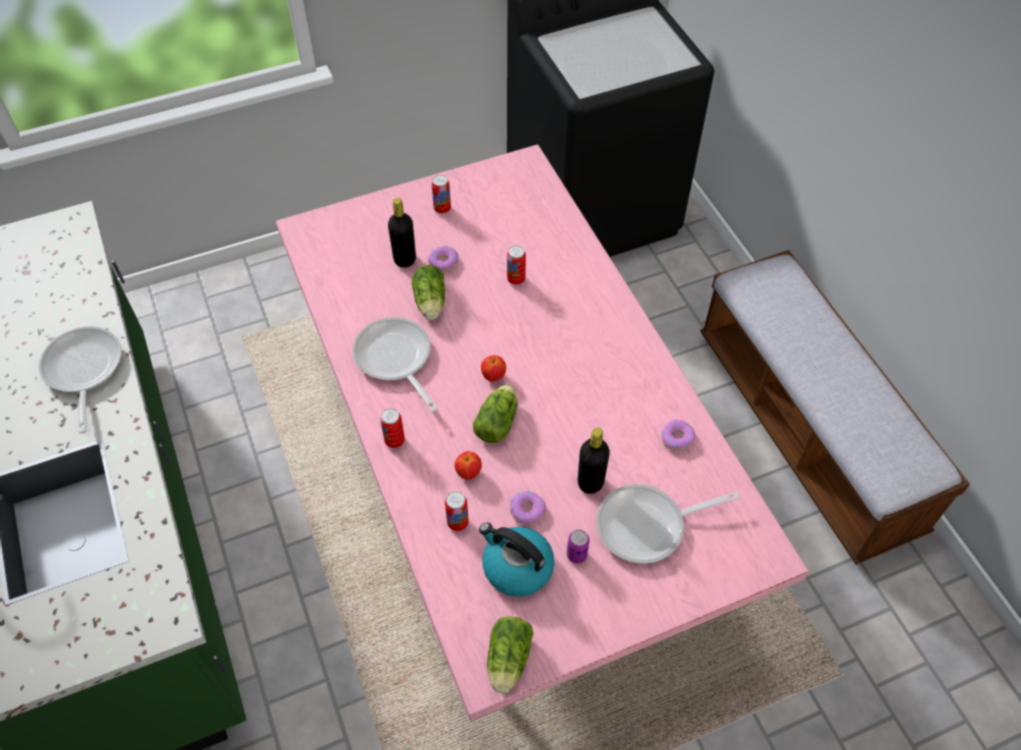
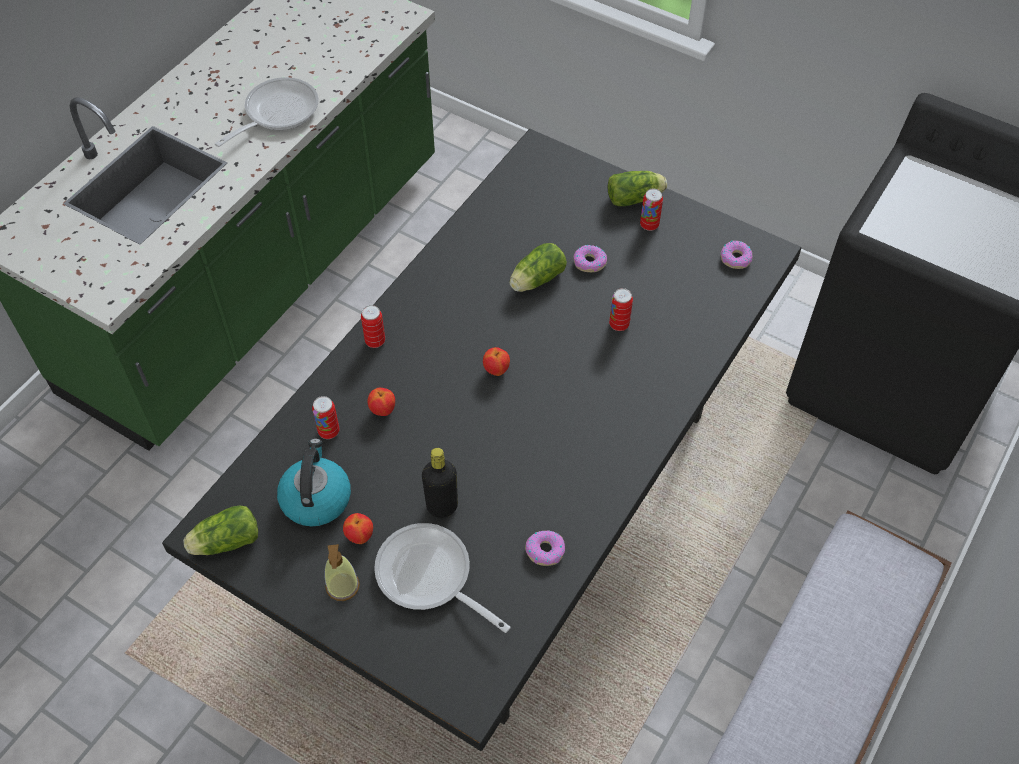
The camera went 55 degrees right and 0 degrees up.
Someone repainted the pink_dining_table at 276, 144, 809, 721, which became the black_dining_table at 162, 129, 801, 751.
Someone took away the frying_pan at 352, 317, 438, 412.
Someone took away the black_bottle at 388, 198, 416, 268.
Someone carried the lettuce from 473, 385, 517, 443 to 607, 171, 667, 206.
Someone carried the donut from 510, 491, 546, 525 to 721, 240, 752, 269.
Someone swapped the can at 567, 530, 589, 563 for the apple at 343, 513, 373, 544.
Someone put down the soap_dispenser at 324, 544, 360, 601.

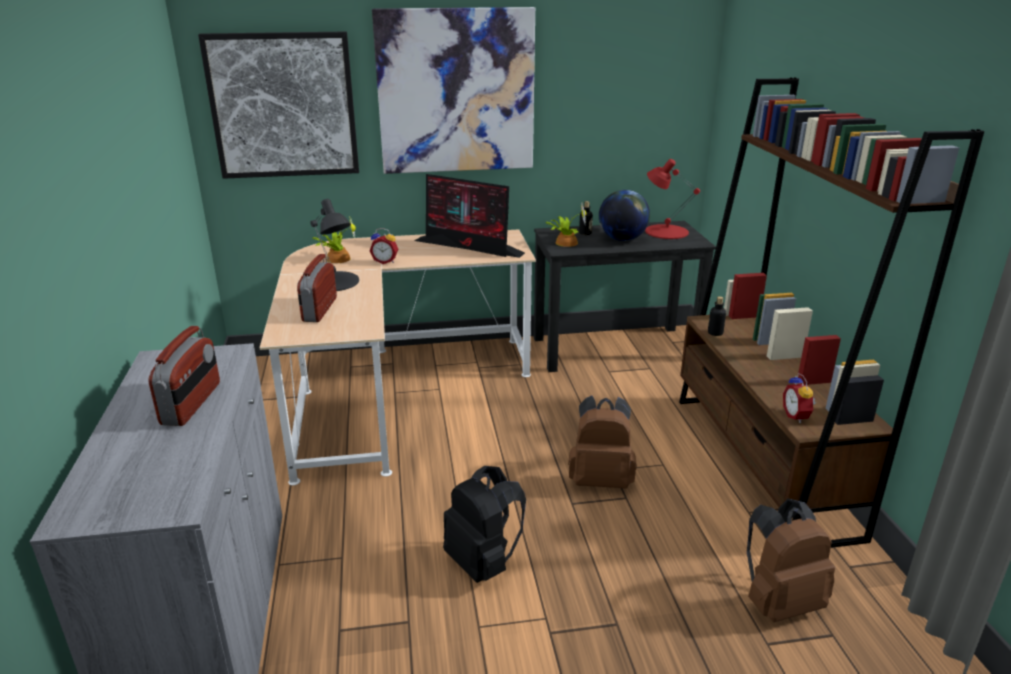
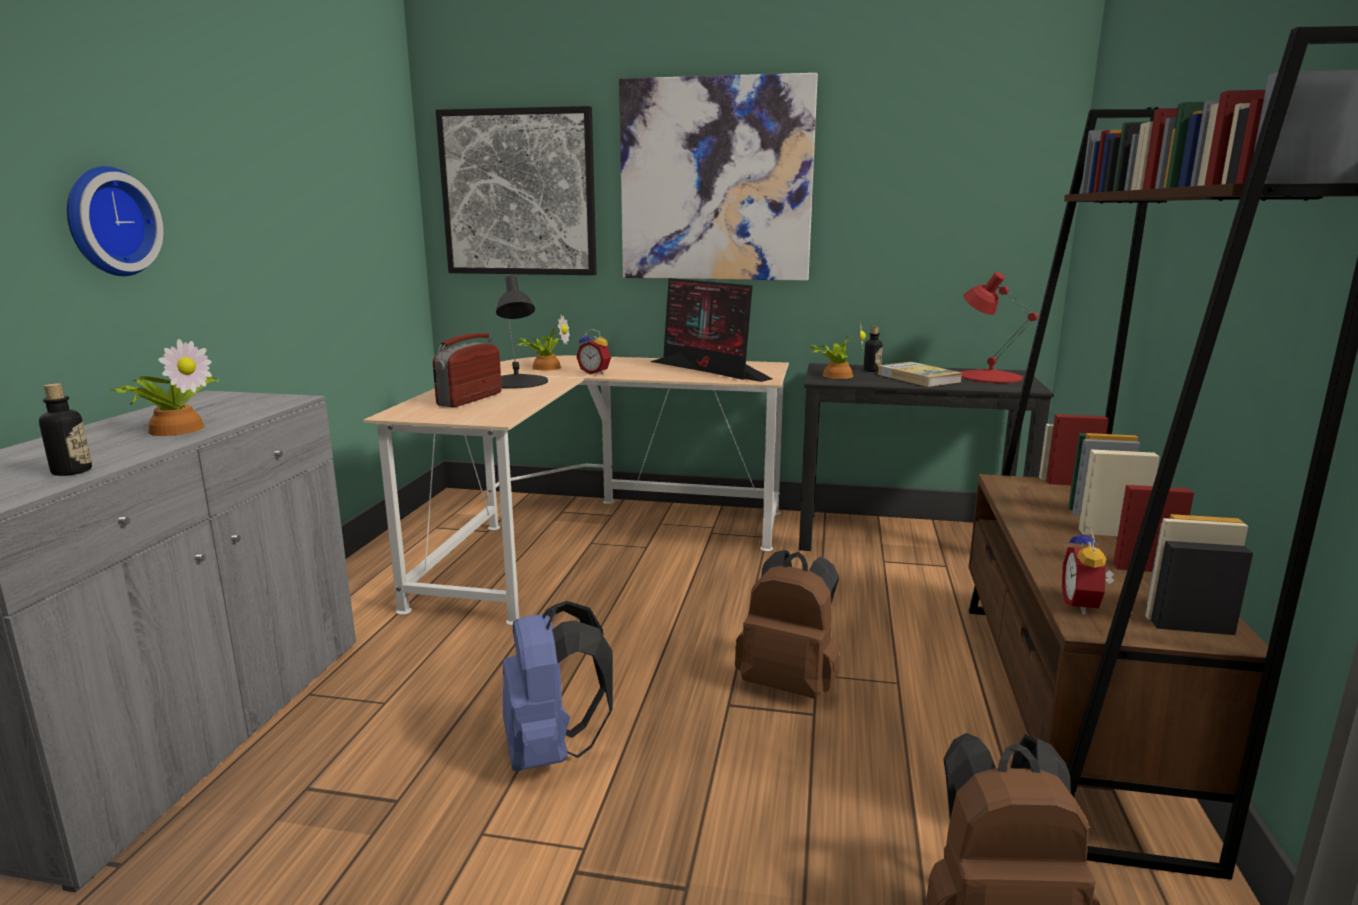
The camera went 20 degrees right and 10 degrees down.
Someone swapped the radio at 148, 326, 220, 426 for the potted_plant at 110, 339, 220, 436.
Someone repainted the black_backpack at 443, 466, 526, 583, which became the blue_backpack at 502, 601, 613, 771.
Someone swapped the globe at 599, 190, 650, 241 for the book at 878, 362, 962, 387.
Someone carried the bottle from 708, 296, 726, 336 to 39, 383, 92, 476.
Someone put up the wall_clock at 67, 166, 163, 276.

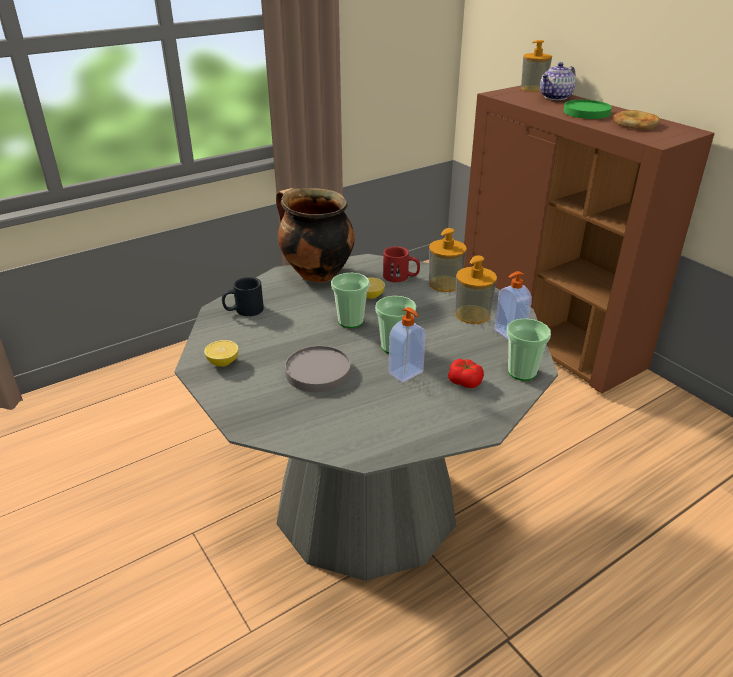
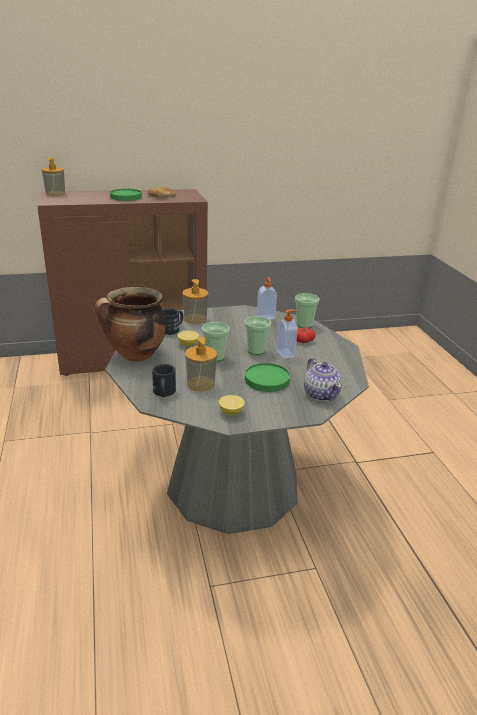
The camera went 70 degrees left and 5 degrees down.
Someone repainted the grey_plate at 285, 346, 351, 392, which became the green_plate at 245, 363, 290, 392.
Someone repainted the red_mug at 383, 246, 420, 282, which became the black_mug at 163, 308, 183, 335.
Someone carried the soap_dispenser from 455, 256, 497, 324 to 185, 337, 217, 391.
Someone carried the teapot from 540, 62, 576, 100 to 304, 358, 342, 401.

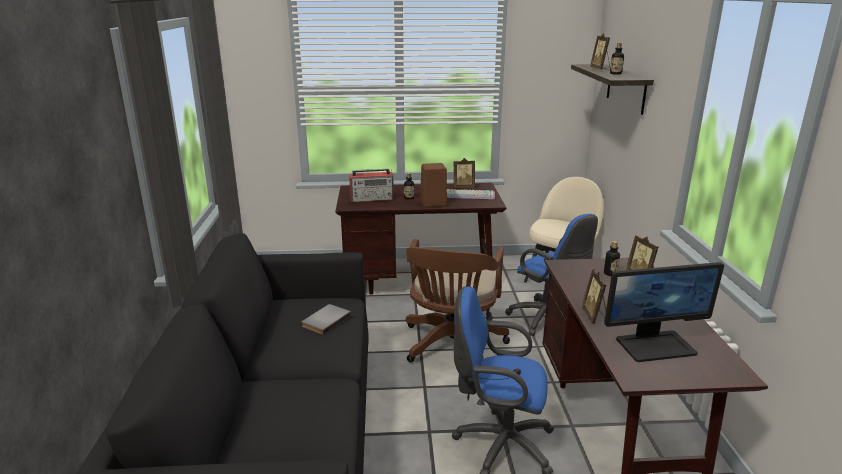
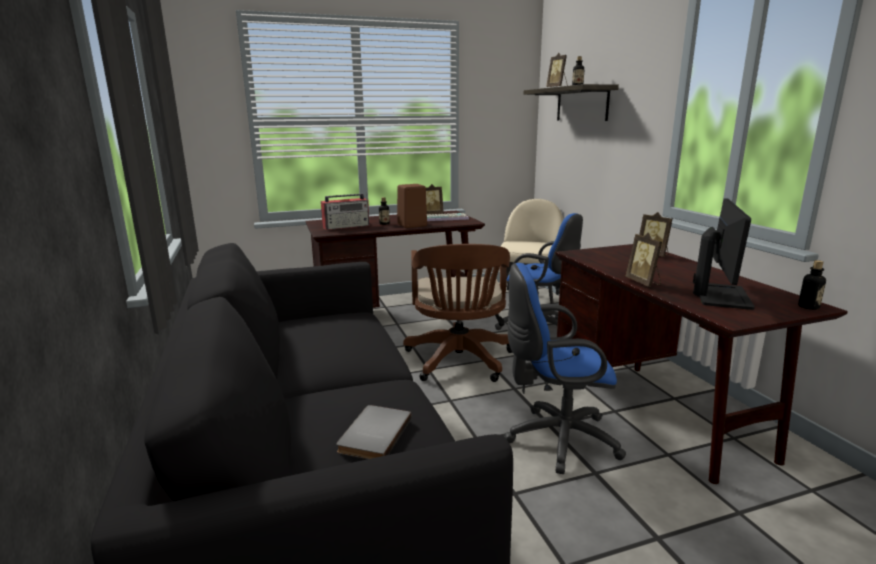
The camera went 15 degrees left and 5 degrees down.
Someone carried the grey_book from 302, 304, 351, 335 to 337, 405, 412, 459.
Someone carried the bottle from 604, 241, 620, 276 to 798, 260, 826, 310.
Someone rotated the monitor at 604, 262, 724, 362 by 45 degrees counterclockwise.

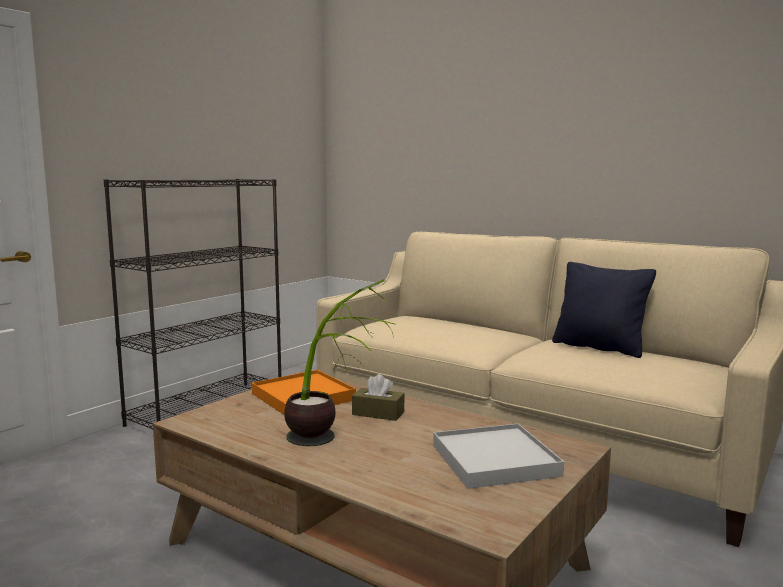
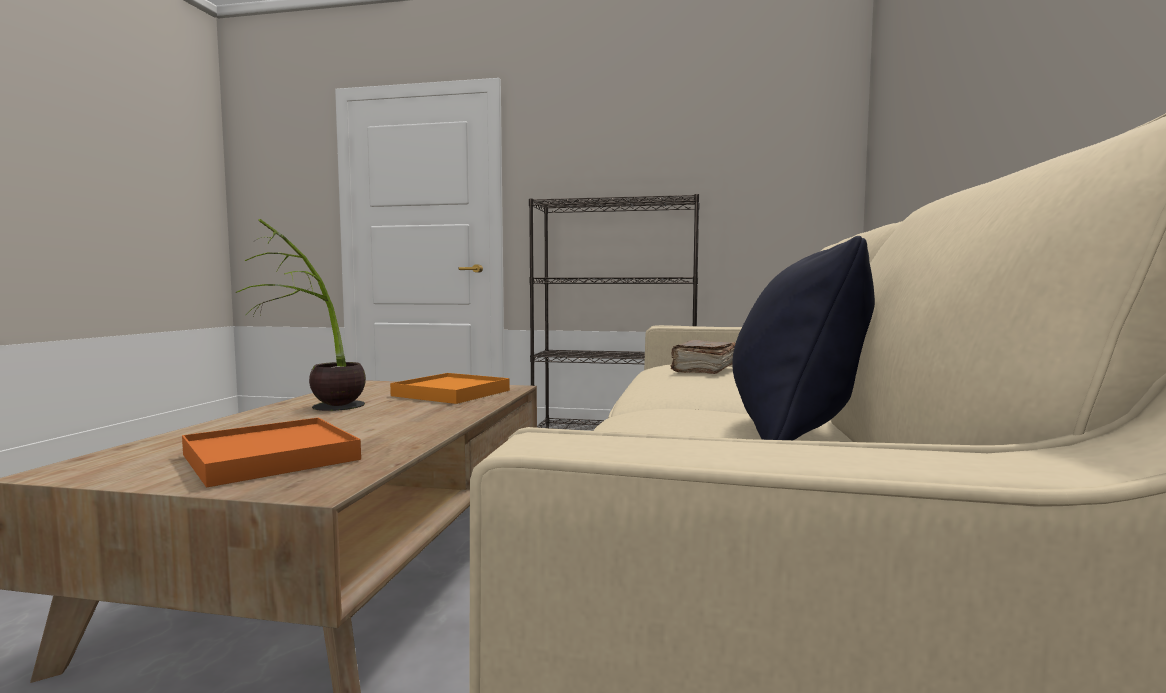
The camera went 65 degrees right and 5 degrees down.
Someone took away the brown_tissue_box at 352, 374, 404, 421.
Someone repainted the white_tray at 433, 424, 564, 489, which became the orange_tray at 182, 418, 361, 488.
Someone put down the brown_book at 671, 340, 736, 374.

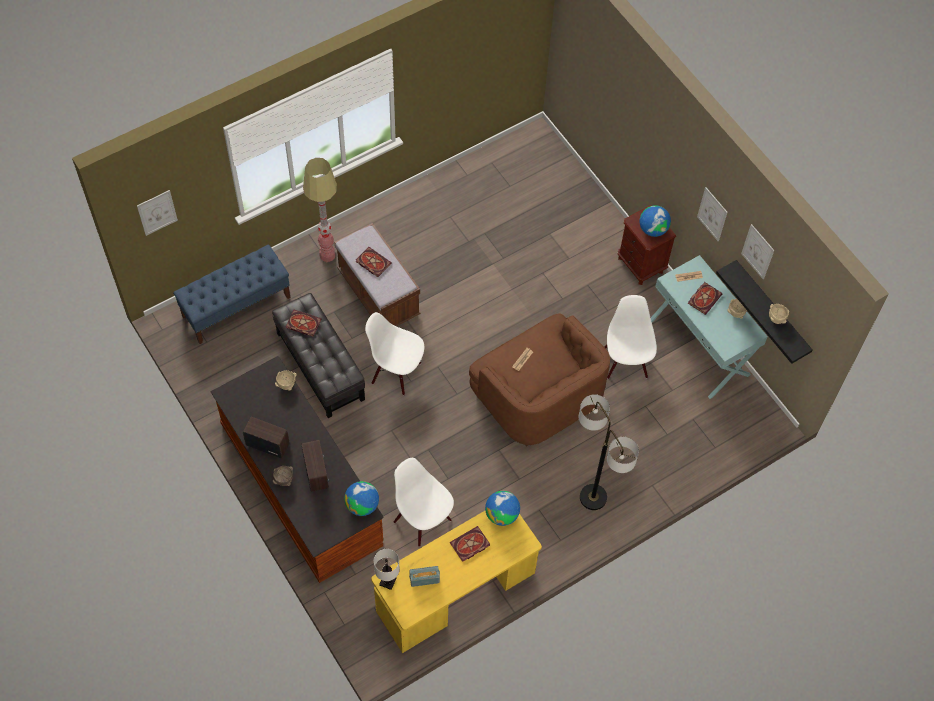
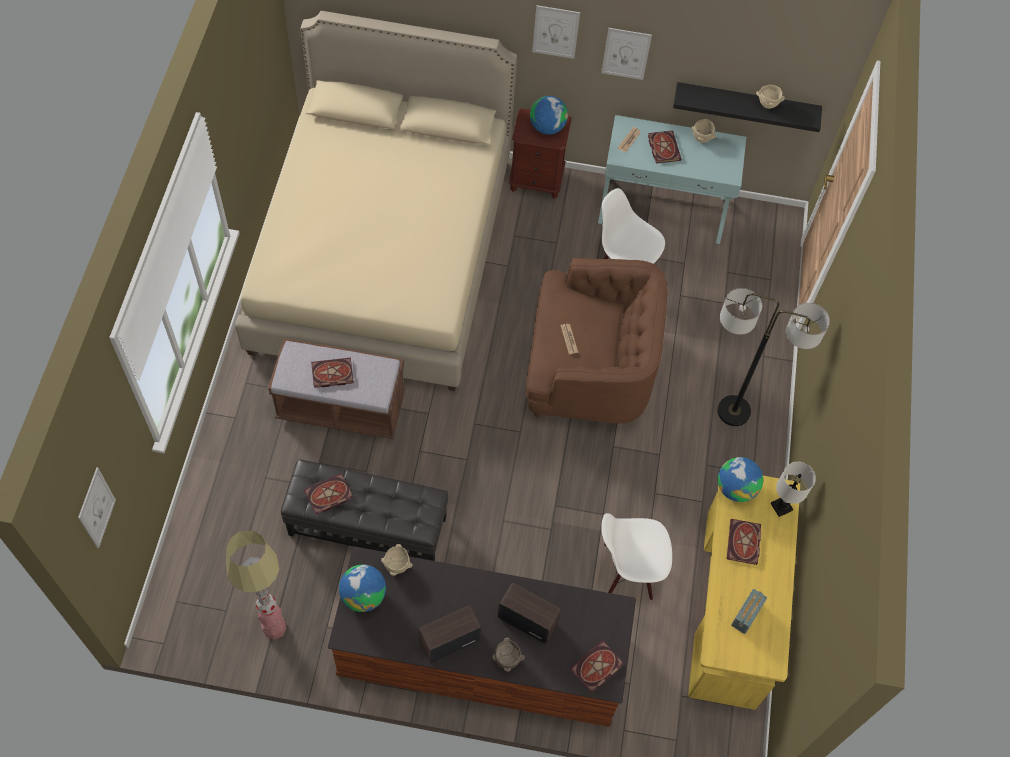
The camera went 50 degrees left and 0 degrees up.
Someone took away the blue_bench at 173, 245, 290, 344.
Someone carried the floor_lamp from 303, 158, 337, 262 to 226, 530, 286, 639.
Someone carried the globe from 344, 481, 379, 516 to 339, 565, 386, 612.
Someone took away the white_chair at 365, 312, 424, 396.
Someone carried the white_table_lamp from 374, 549, 400, 590 to 770, 462, 816, 517.
Someone carried the picture from 741, 224, 774, 279 to 532, 5, 580, 59.
Someone put down the beige_bed at 235, 11, 517, 391.
Someone put down the book at 570, 640, 624, 693.

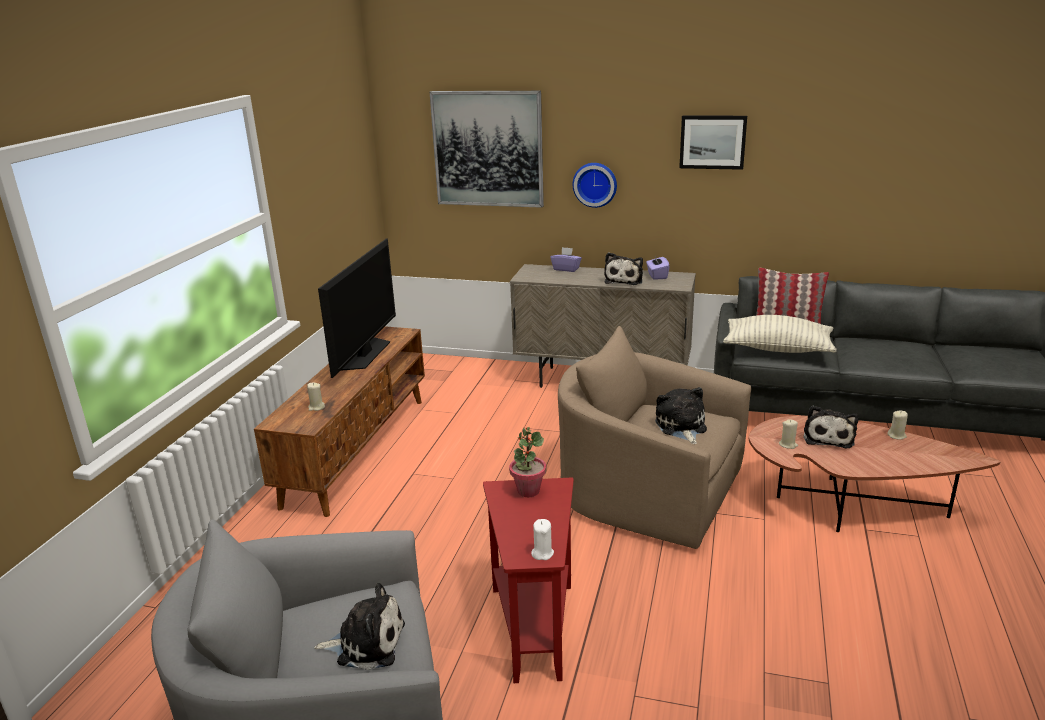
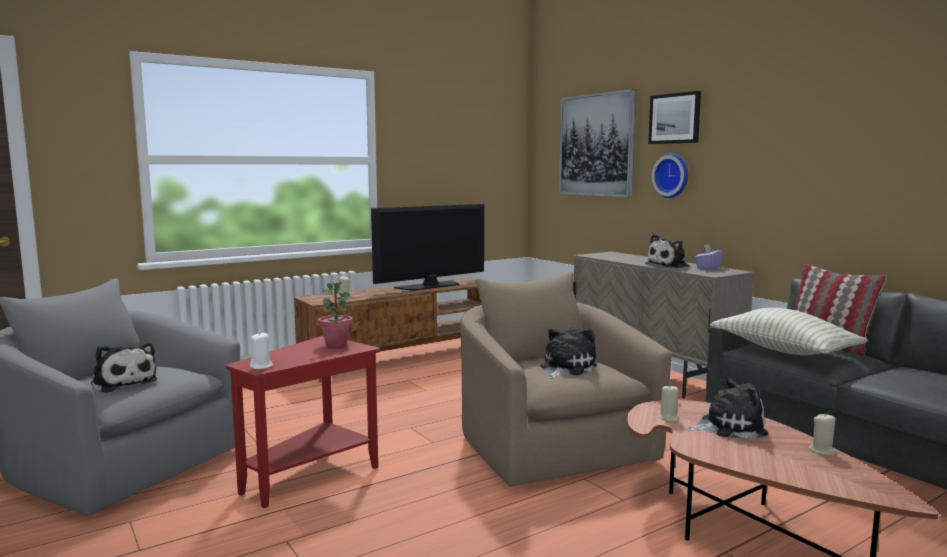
The camera went 40 degrees right and 15 degrees down.
Someone took away the purple_tissue_box at 551, 247, 582, 272.
Someone carried the picture from 679, 115, 747, 170 to 648, 91, 701, 144.
Someone rotated the plush_toy at 803, 406, 858, 449 by 150 degrees counterclockwise.

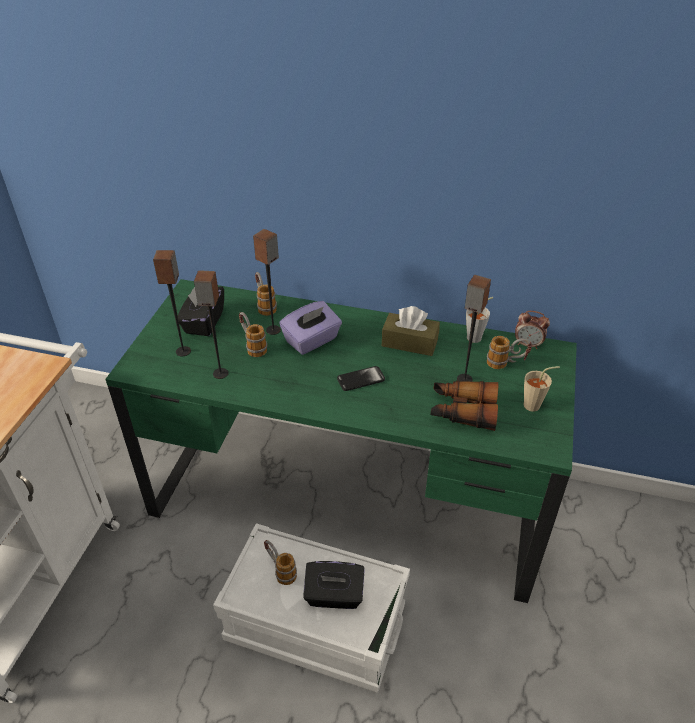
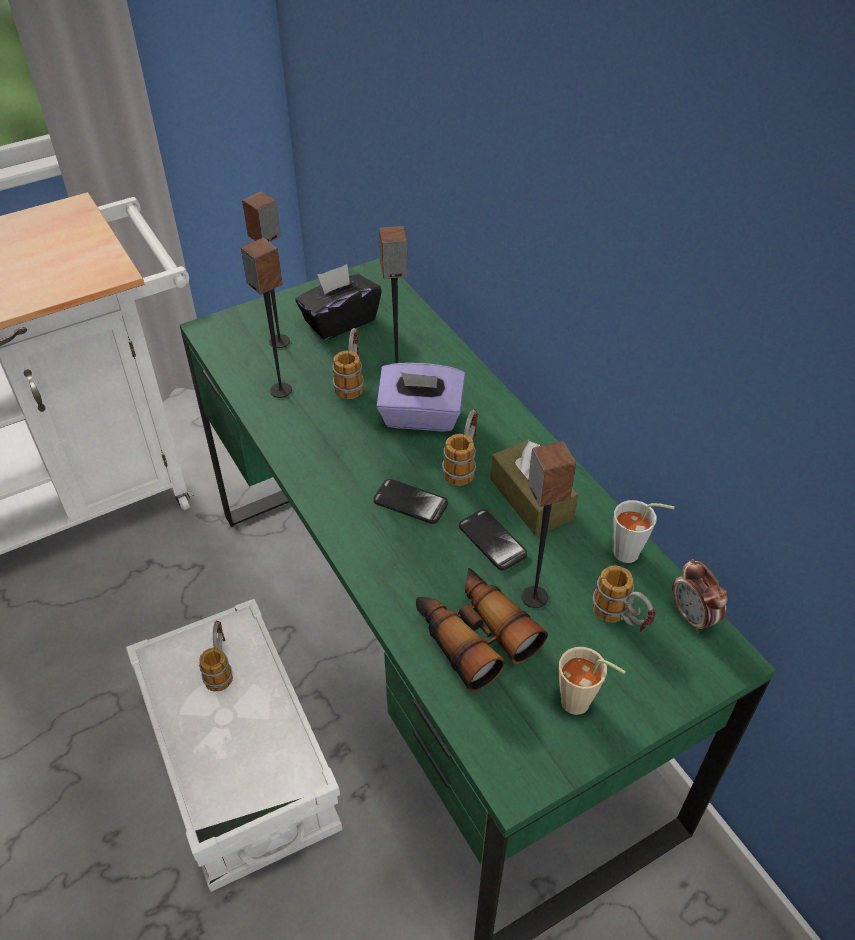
The camera went 45 degrees right and 5 degrees up.
Someone carried the mug from 255, 272, 277, 316 to 442, 409, 478, 486.
Someone took away the black_tissue_box at 303, 561, 365, 609.
Someone put down the phone at 459, 509, 527, 570.

